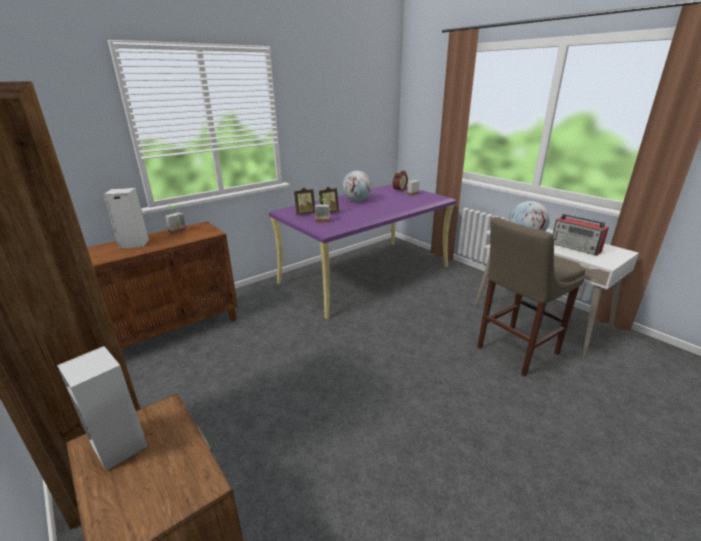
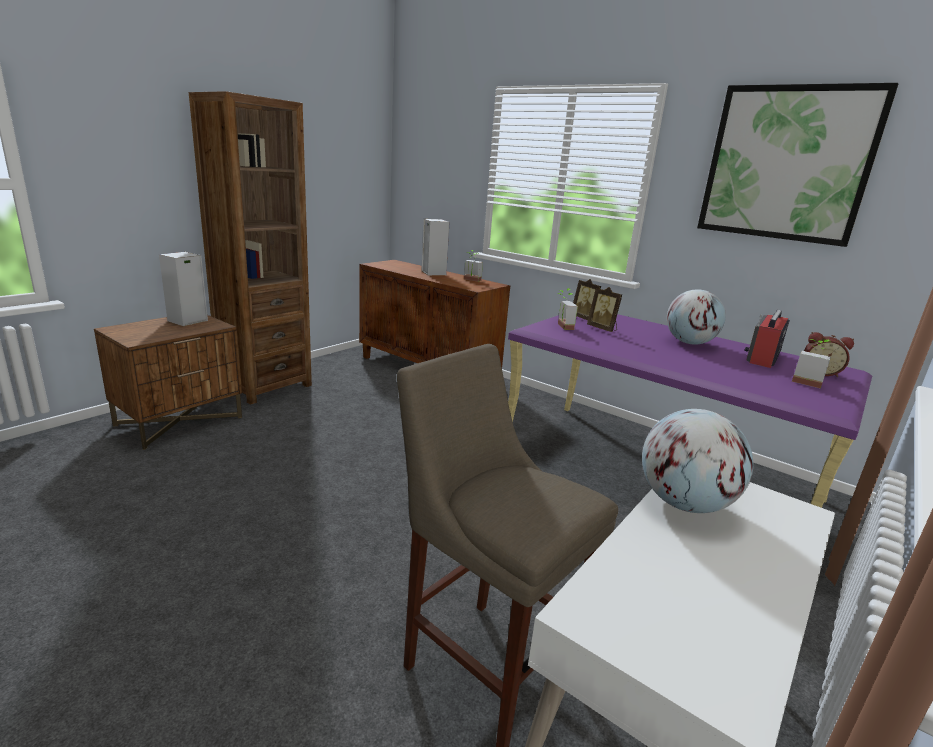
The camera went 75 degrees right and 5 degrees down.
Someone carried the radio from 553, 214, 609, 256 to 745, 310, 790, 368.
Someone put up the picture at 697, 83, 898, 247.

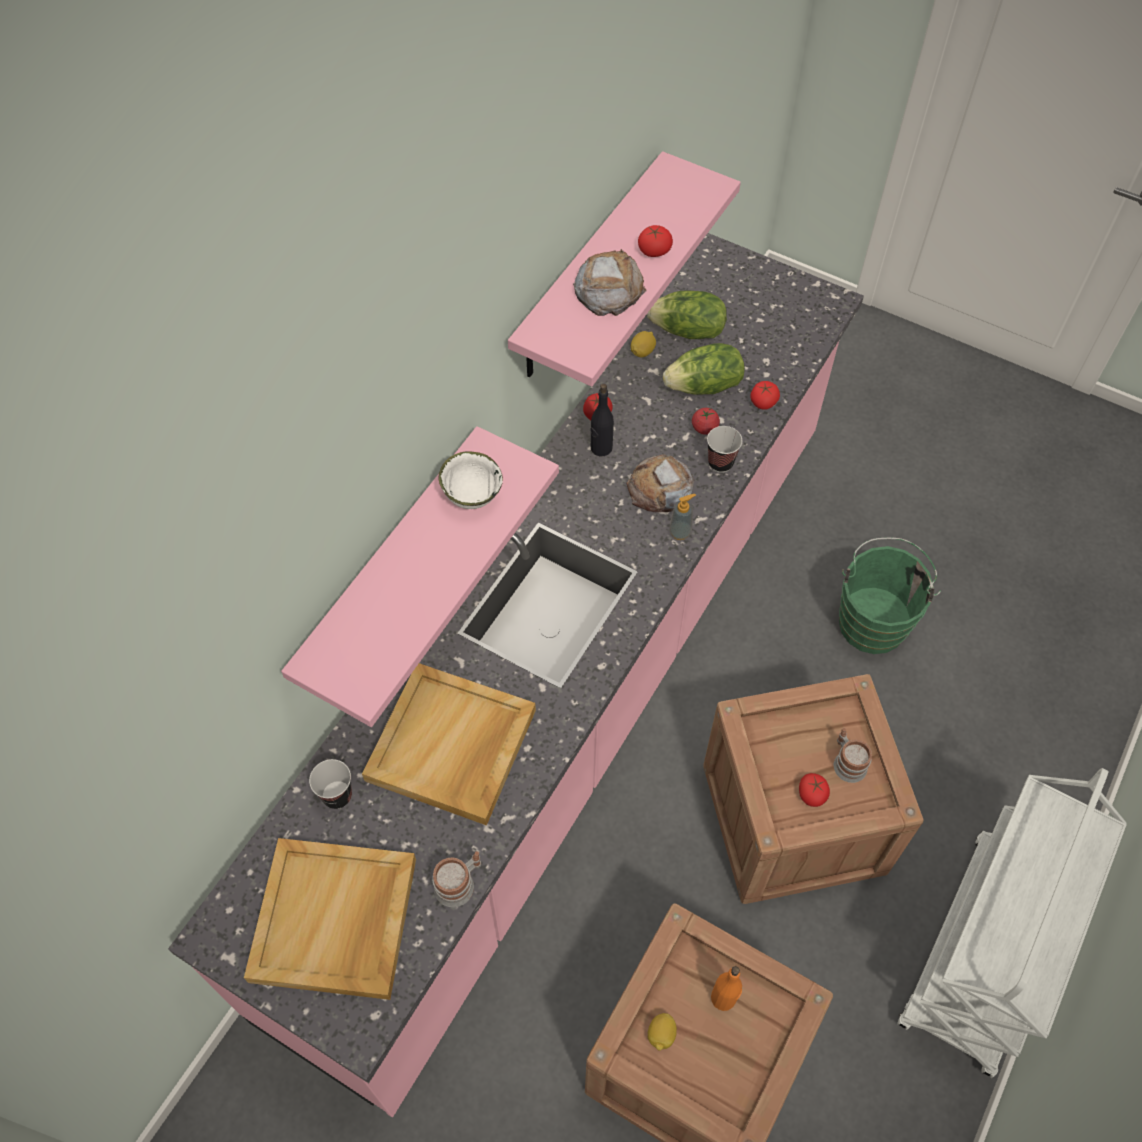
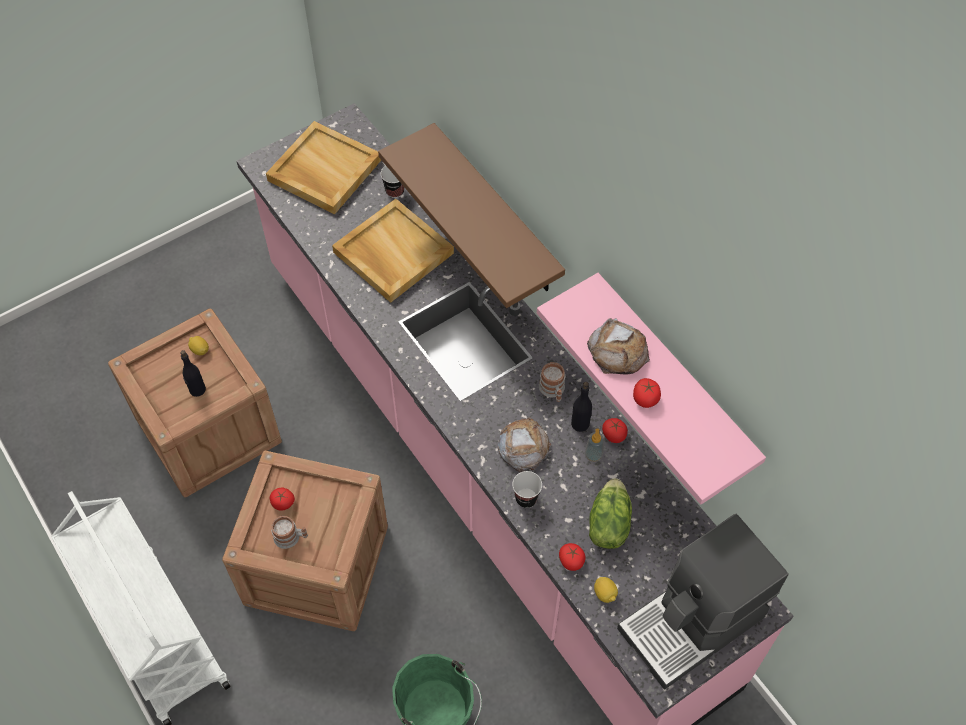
The camera went 115 degrees right and 0 degrees up.
Someone repainted the pink_shelf at 281, 426, 559, 727, which became the brown_shelf at 378, 123, 565, 308.
Someone carried the mug from 432, 851, 481, 907 to 539, 362, 565, 402.
Someone took away the white_bowl at 438, 451, 503, 509.
Someone carried the lemon from 631, 331, 656, 357 to 594, 577, 618, 603.
Someone took away the lettuce at 647, 290, 727, 339.
Someone carried the soap_dispenser from 669, 494, 696, 540 to 585, 428, 604, 462.
Someone took away the tomato at 692, 408, 720, 435.
Someone repainted the orange_bottle at 711, 966, 742, 1011, which became the black_bottle at 180, 350, 206, 397.
Someone put down the coffee_machine at 617, 514, 789, 690.

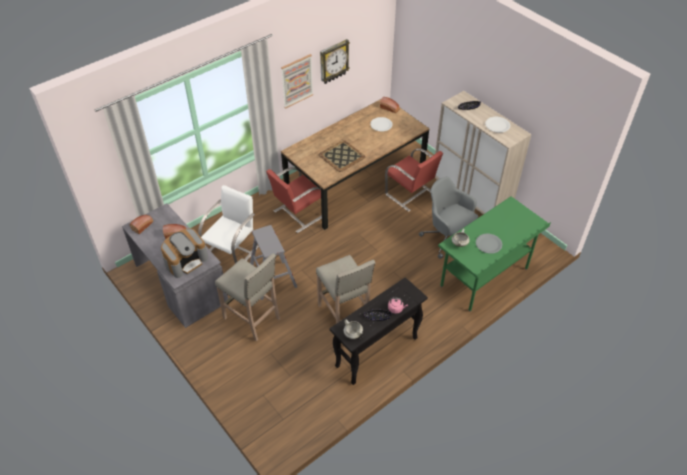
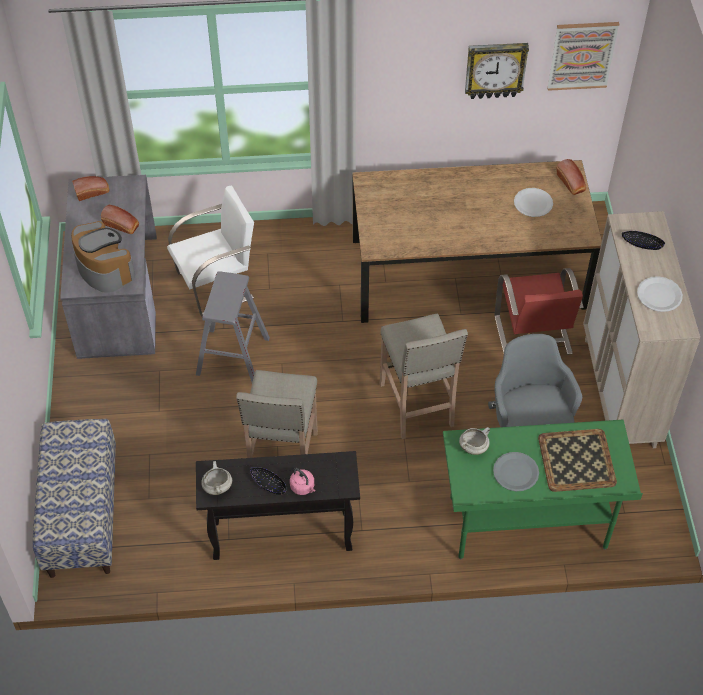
The camera went 35 degrees right and 5 degrees up.
Someone rotated the coffee_machine at 161, 228, 208, 278 by 120 degrees counterclockwise.
Someone carried the beige_stool from 215, 253, 280, 342 to 380, 313, 468, 439.
Someone took away the red_chair at 266, 167, 322, 233.
Someone carried the picture from 281, 54, 313, 109 to 547, 22, 619, 91.
Someone carried the tray from 319, 140, 365, 172 to 538, 429, 617, 492.
Someone put down the bench at 33, 419, 116, 578.

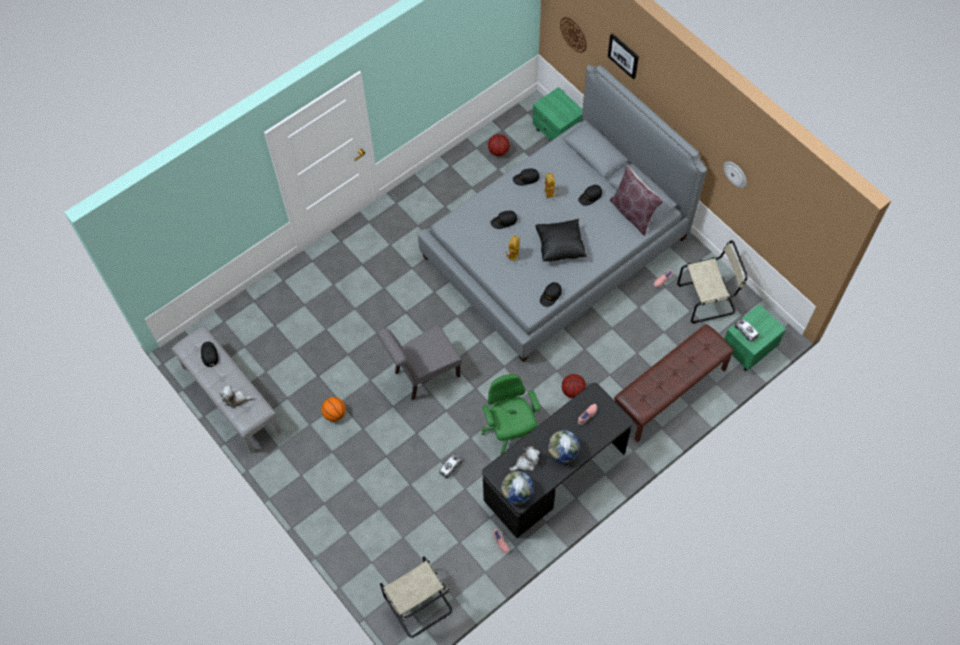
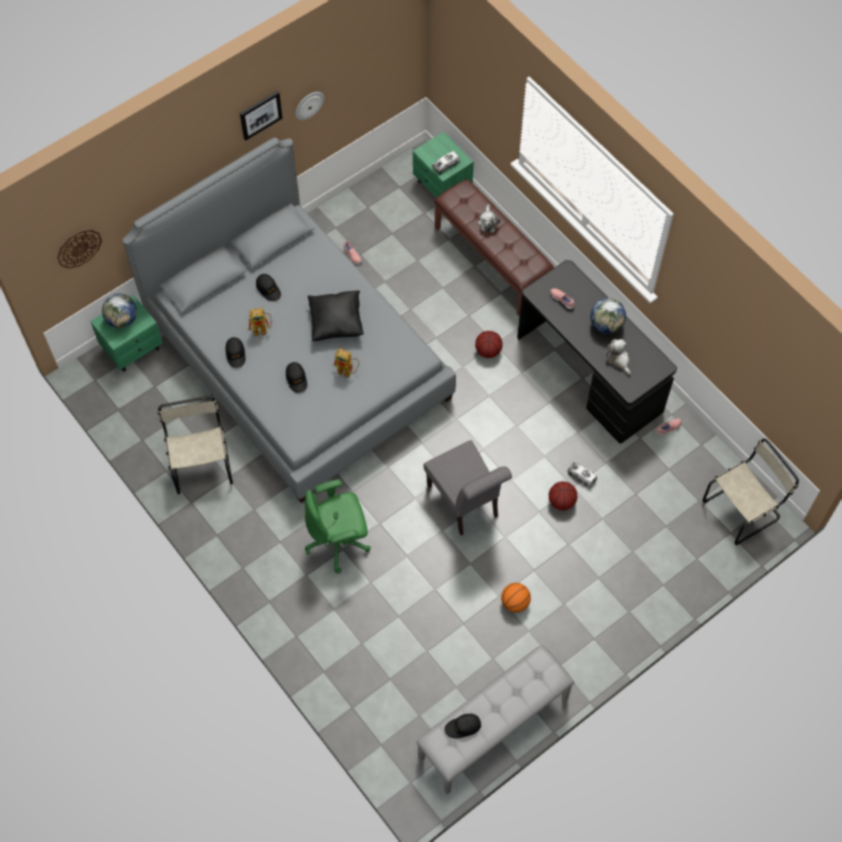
The camera went 90 degrees left and 0 degrees up.
Someone carried the plush_toy from 220, 386, 254, 408 to 477, 204, 500, 233.
Someone carried the green_office_chair from 482, 374, 541, 455 to 305, 479, 371, 573.
Someone carried the basketball from 488, 134, 510, 156 to 549, 482, 577, 510.
Someone carried the globe from 501, 471, 534, 505 to 102, 294, 137, 328.
Someone took away the black_cap at 540, 282, 562, 307.
Someone carried the picture from 608, 33, 639, 80 to 240, 91, 283, 140.
Someone took away the brown_pillow at 610, 166, 663, 236.
Someone carried the beige_chair from 677, 240, 748, 324 to 158, 396, 233, 494.

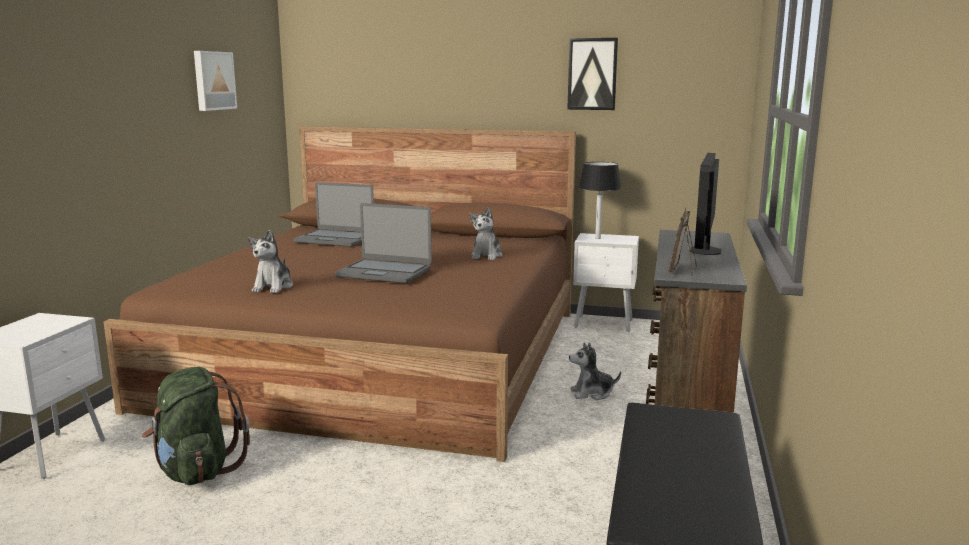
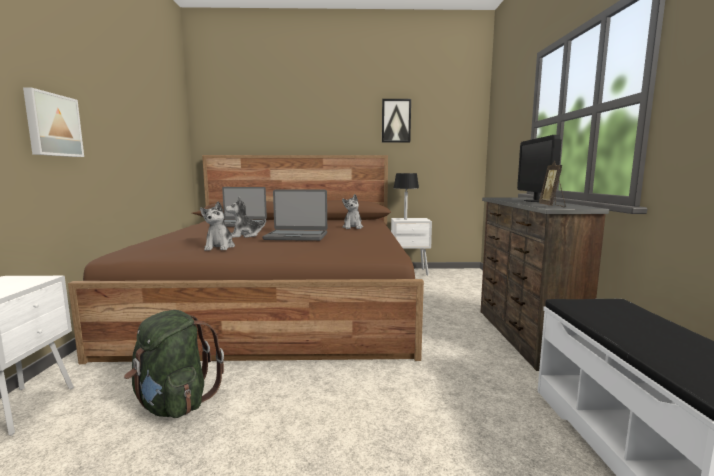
The camera went 15 degrees left and 5 degrees down.
Someone carried the picture from 194, 51, 237, 111 to 23, 87, 84, 157.
Someone carried the plush_toy from 569, 342, 621, 400 to 225, 196, 266, 238.

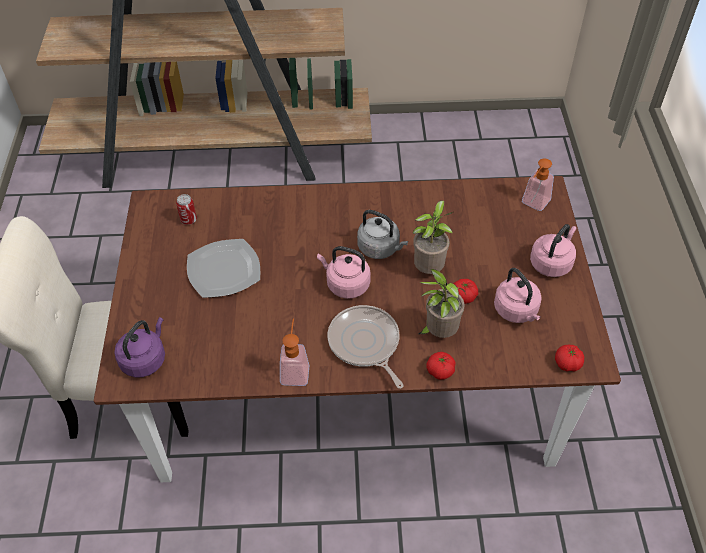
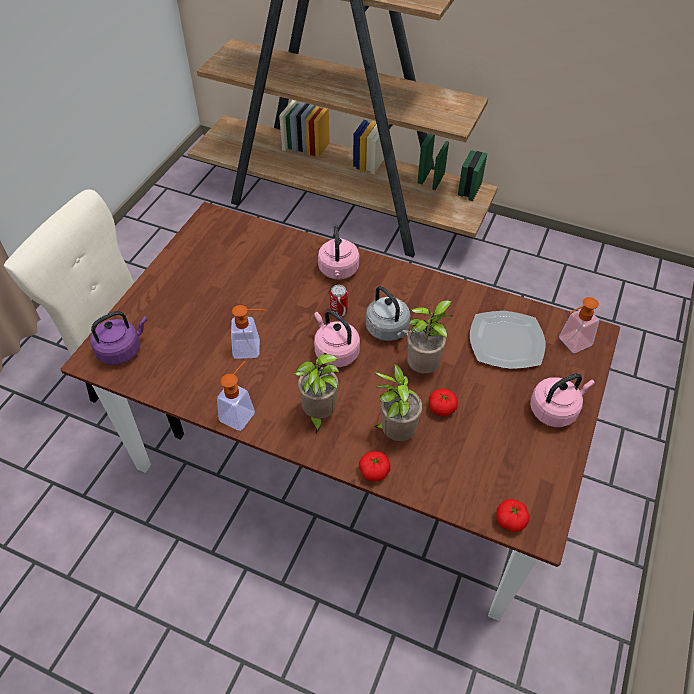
The camera went 25 degrees right and 0 degrees up.
Someone carried the can from 176, 194, 197, 225 to 330, 285, 348, 317.
Someone carried the plate from 187, 239, 260, 298 to 470, 311, 546, 369.
Someone swapped the frying_pan at 328, 305, 404, 389 for the potted_plant at 295, 353, 339, 435.
Someone carried the pink_kettle from 494, 268, 542, 323 to 318, 225, 359, 279.
Someone put down the soap_dispenser at 231, 305, 267, 359.

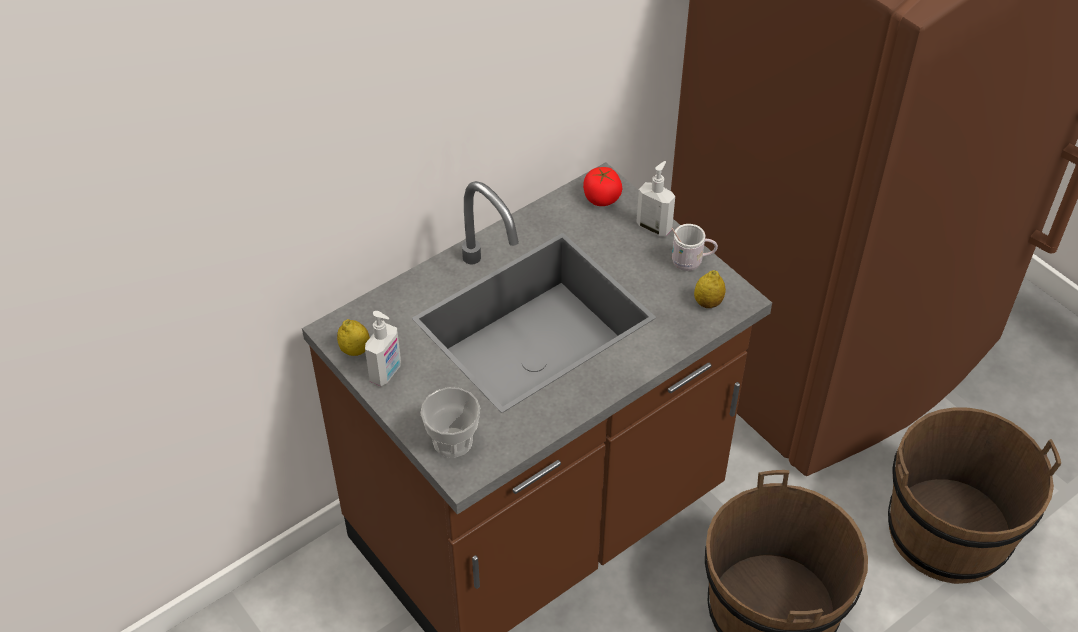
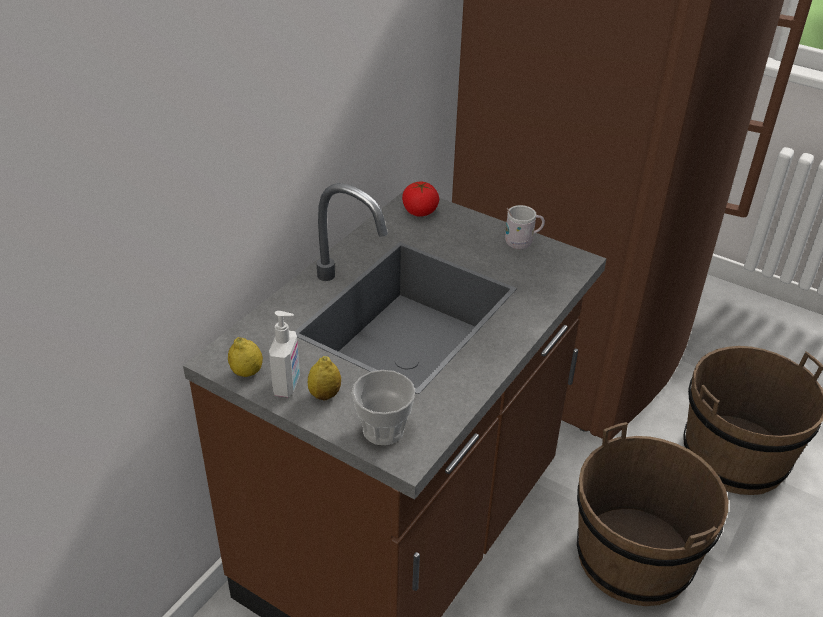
The camera went 20 degrees left and 10 degrees down.
Someone took away the soap_dispenser at 636, 161, 675, 236.
Someone carried the lemon from 694, 270, 726, 308 to 308, 356, 341, 401.

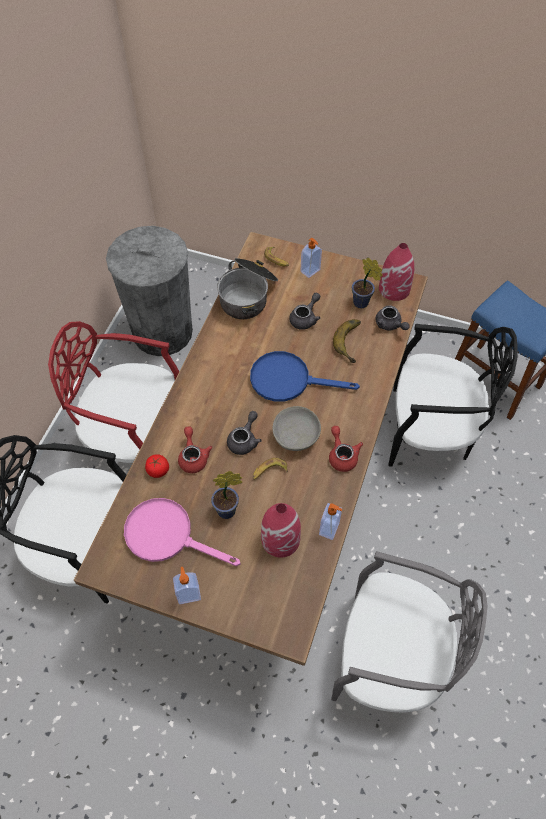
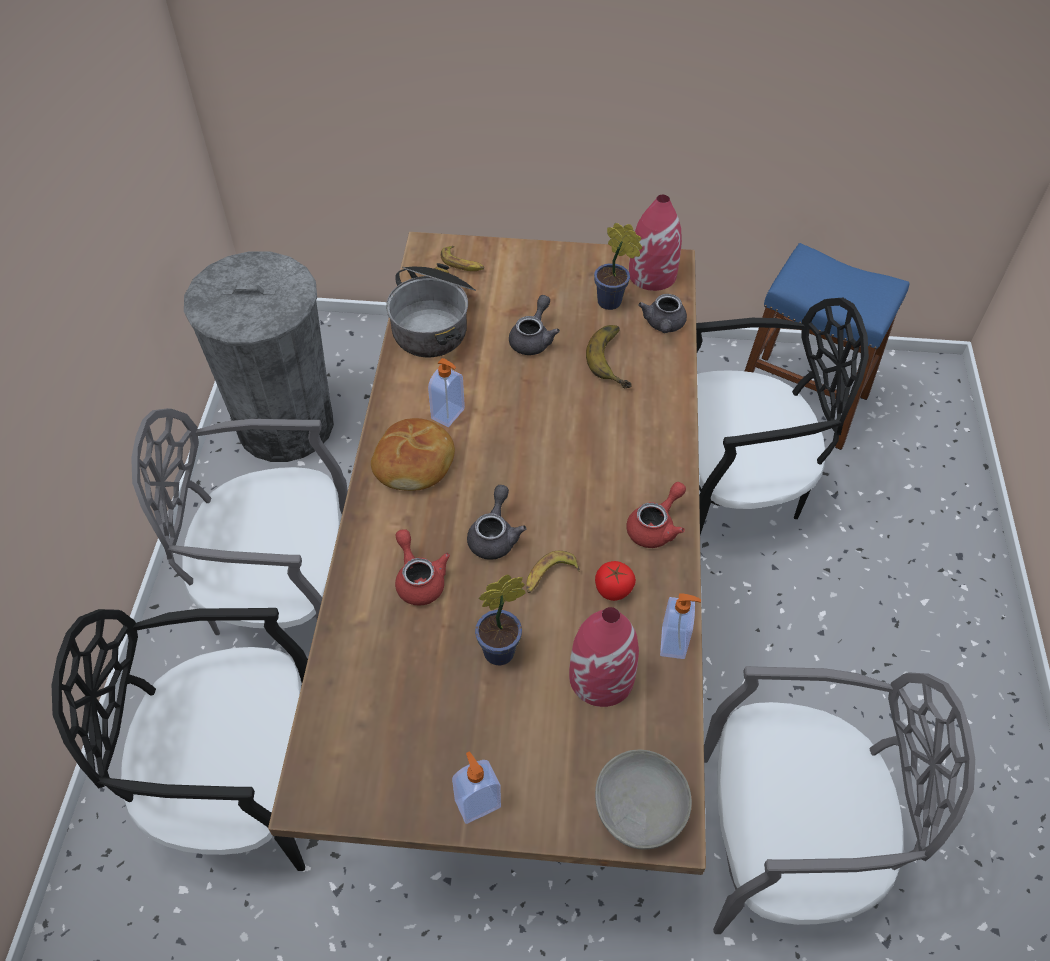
The camera went 15 degrees left and 5 degrees down.
Someone repainted the red_chair at 48, 321, 179, 463, which became the grey_chair at 131, 408, 348, 635.
Someone took away the pink_frying_pan at 124, 498, 240, 566.
Someone carried the tomato from 145, 454, 169, 478 to 595, 561, 636, 601.
Someone took away the blue_frying_pan at 250, 351, 360, 402.
Someone carried the grey_bowl from 272, 406, 321, 451 to 595, 750, 692, 850.
Someone carried the soap_dispenser from 300, 238, 322, 278 to 428, 358, 465, 427.
Someone rotated the red_teapot at 329, 426, 363, 472 by 75 degrees clockwise.
Someone rotated the grey_teapot at 375, 305, 410, 330 by 60 degrees clockwise.
Someone put down the bread at 371, 418, 455, 491.

